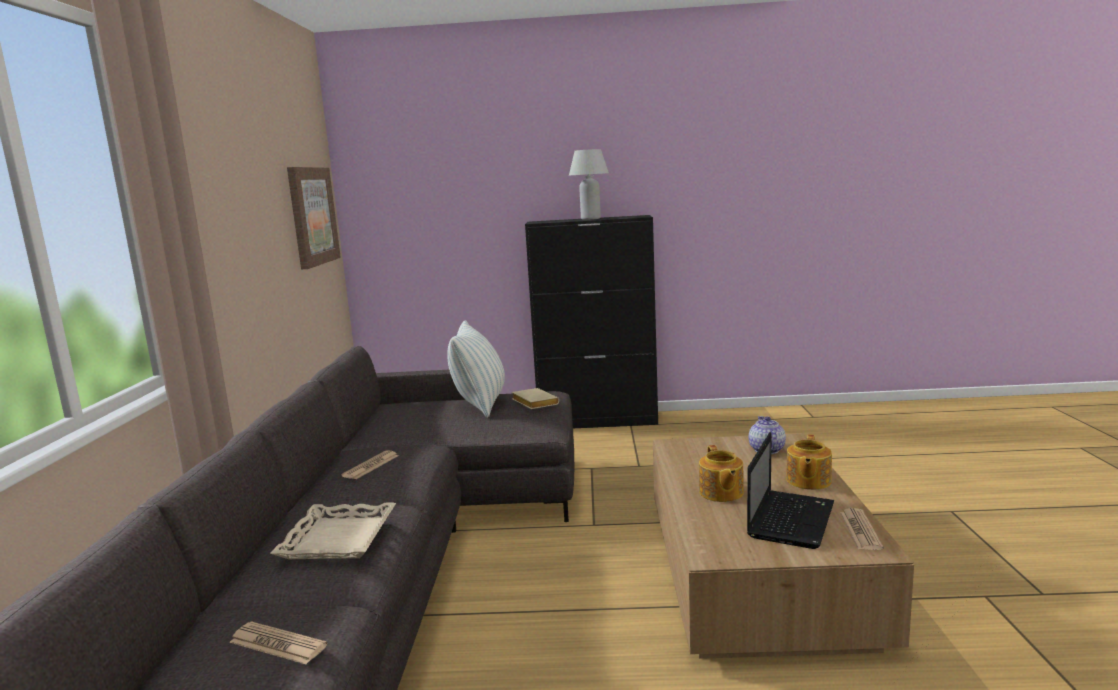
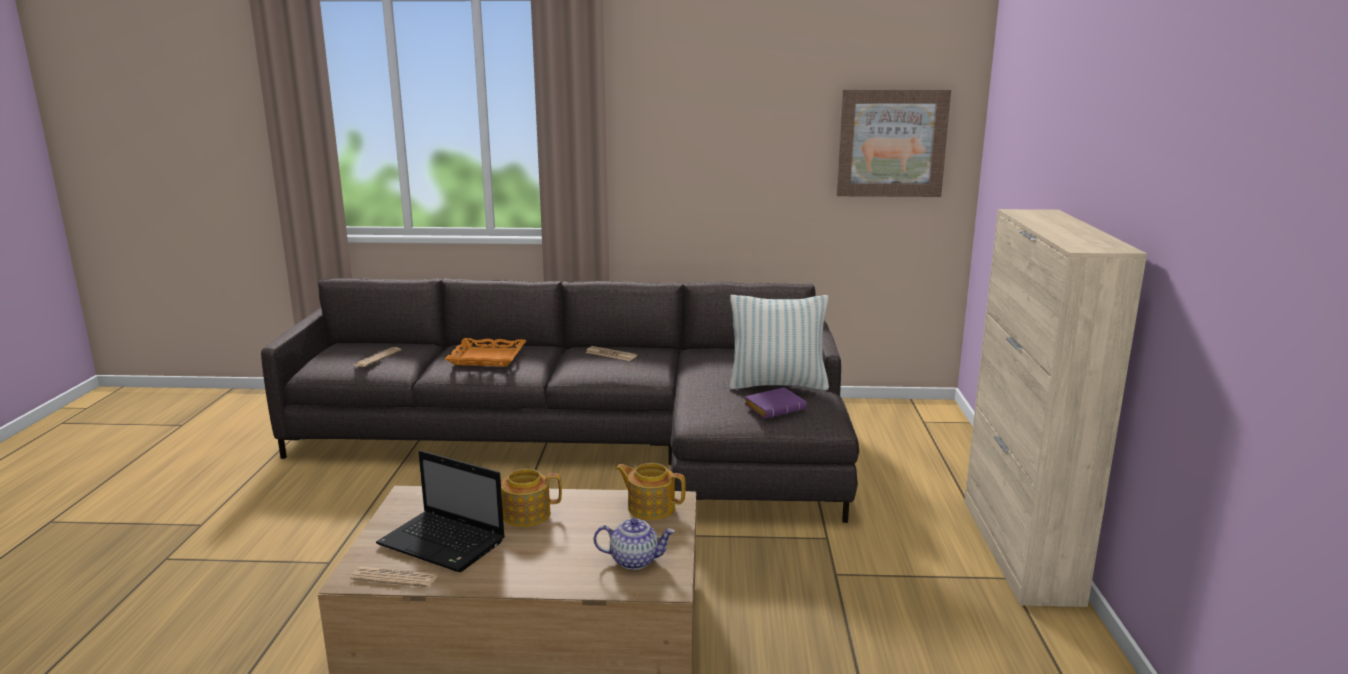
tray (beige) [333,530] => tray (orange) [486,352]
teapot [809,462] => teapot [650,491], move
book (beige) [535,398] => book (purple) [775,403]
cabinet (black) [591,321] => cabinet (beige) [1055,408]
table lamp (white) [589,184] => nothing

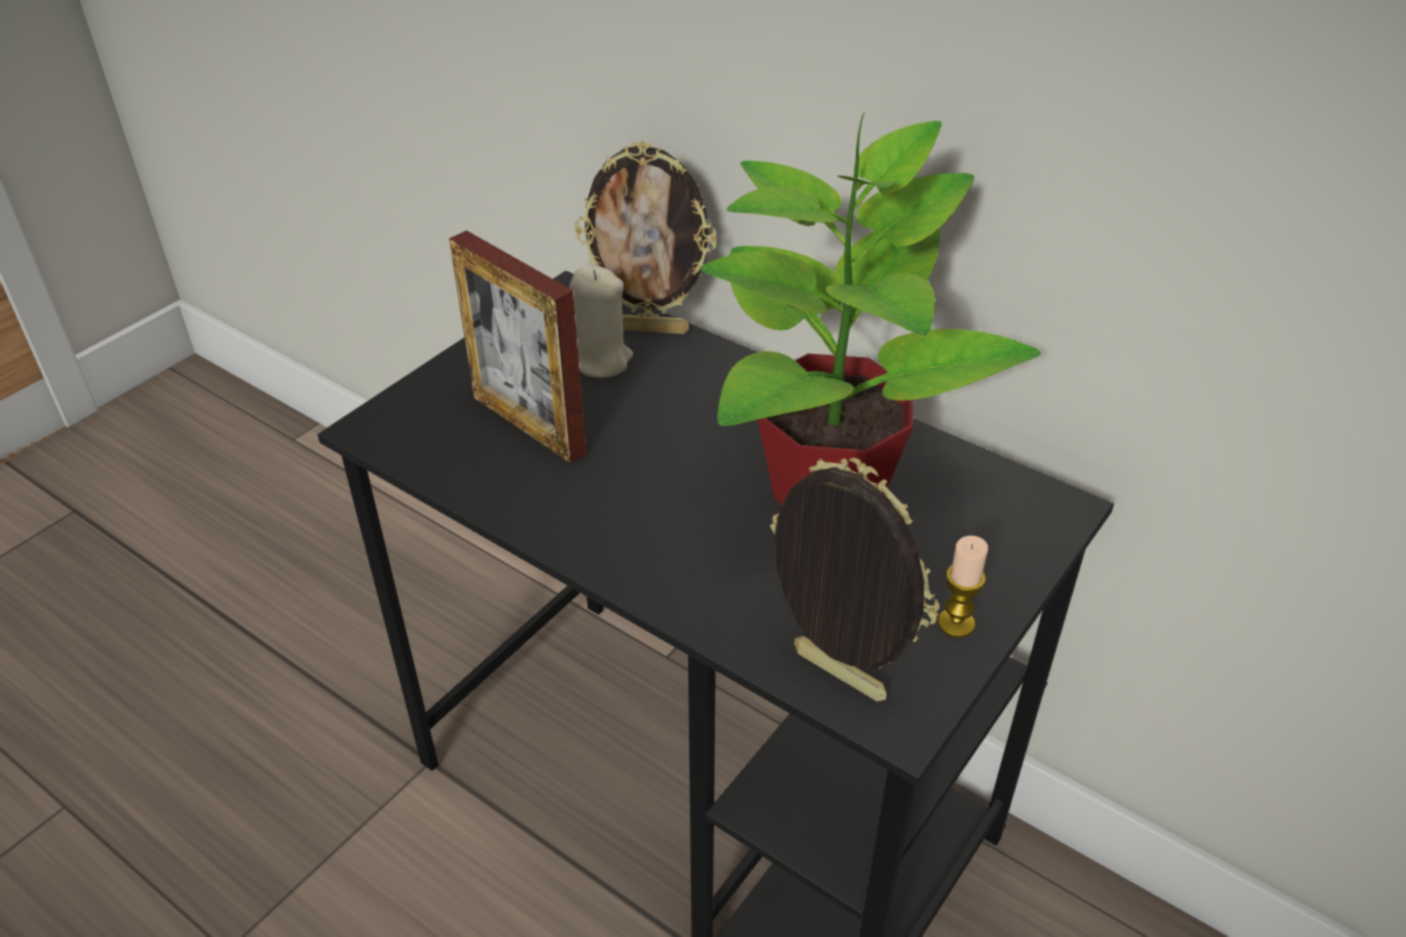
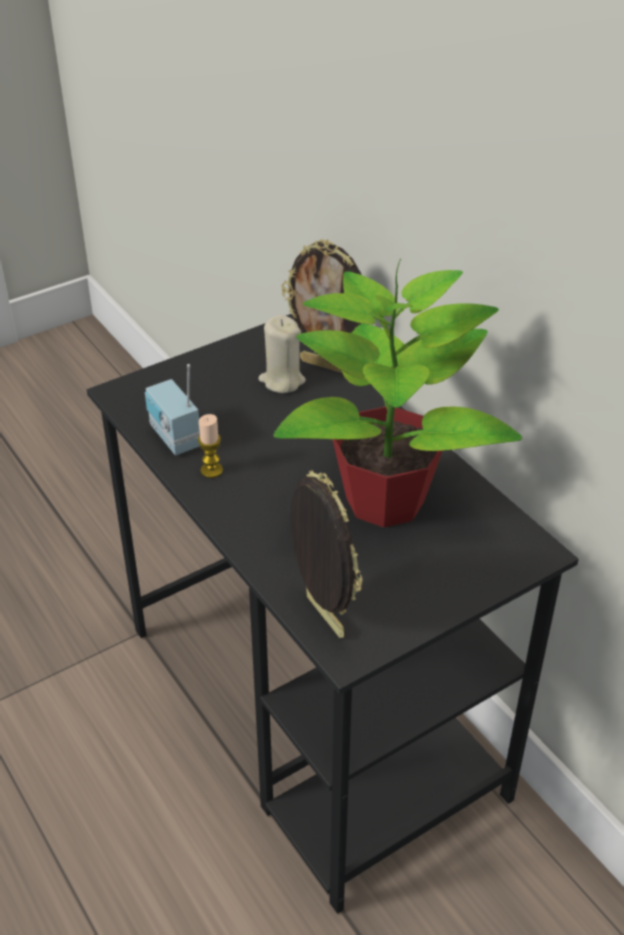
nothing => radio [172,409]
candle [963,587] => candle [210,446], move
picture frame [518,346] => nothing

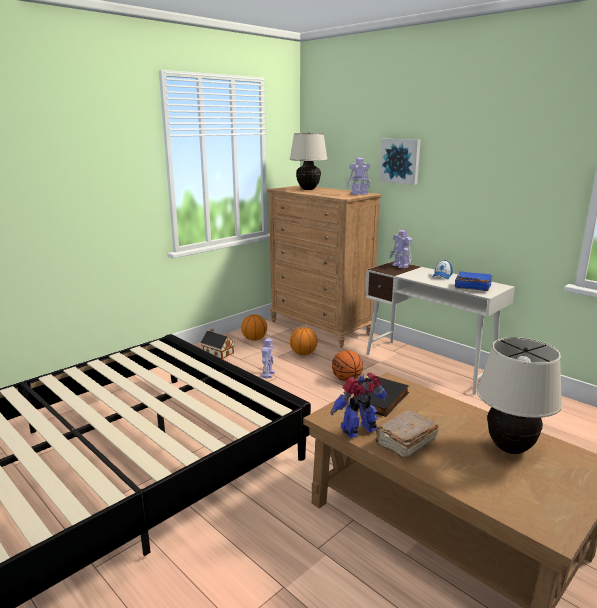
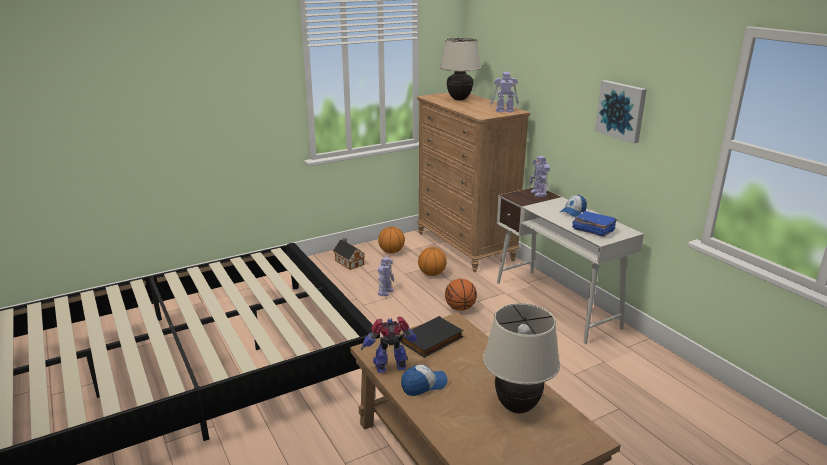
book (brown) [407,434] => cap [424,380]
picture [400,162] => picture [621,111], move

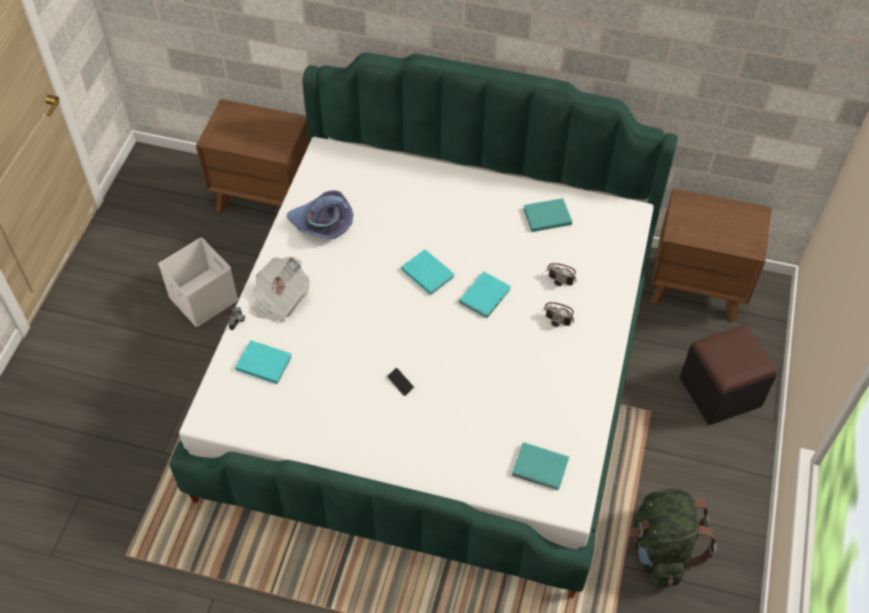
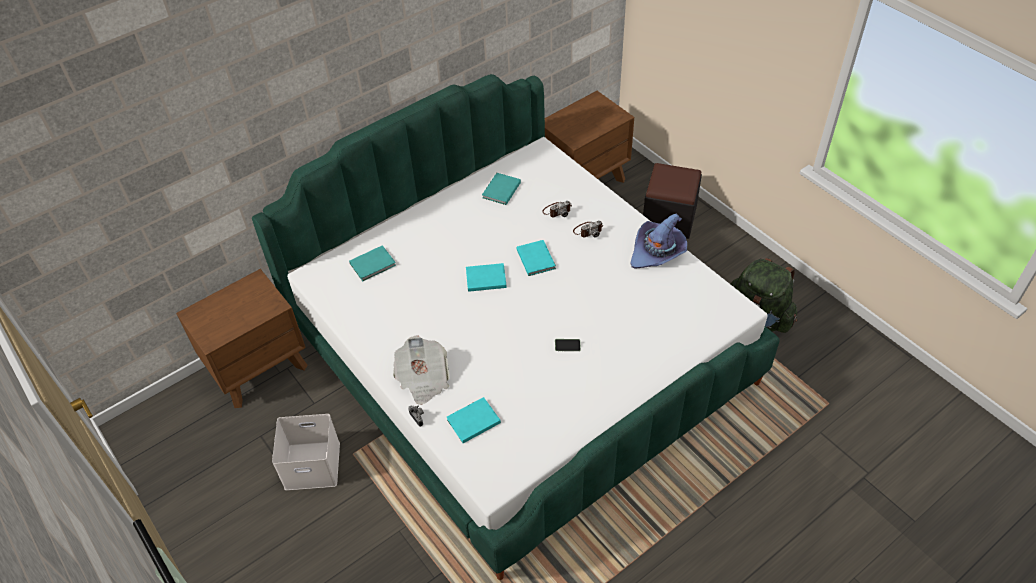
book (turquoise) [540,466] => book (turquoise) [372,263], move
hat (purple) [320,214] => hat (purple) [659,241], move

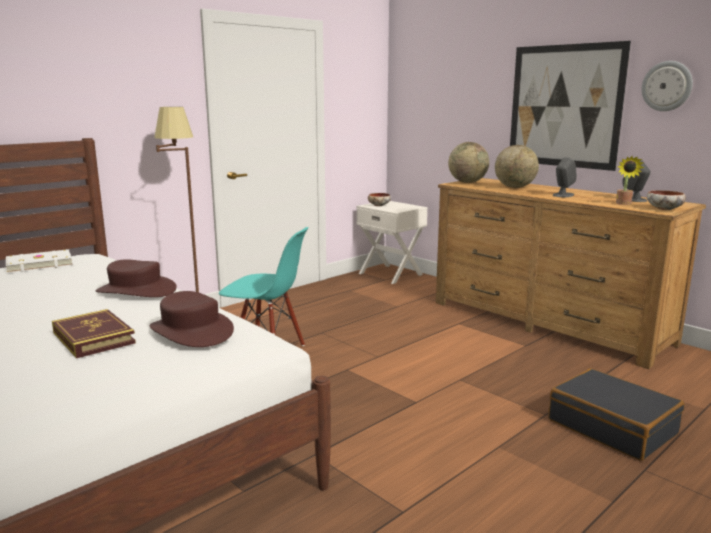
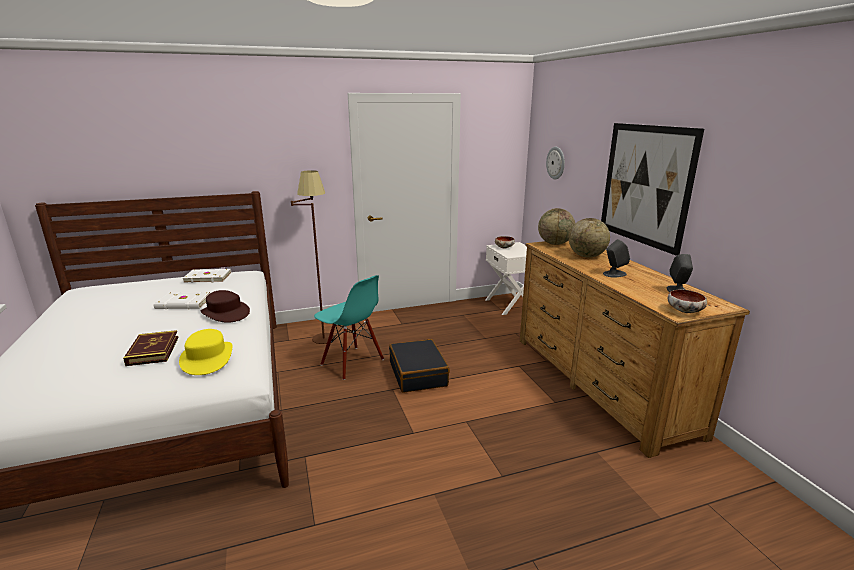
nothing => book (white) [182,300]
hat (brown) [192,319] => hat (yellow) [205,352]
suitcase (black) [616,414] => suitcase (black) [419,366], move
wall clock [667,86] => wall clock [555,163], move
potted plant [630,180] => nothing

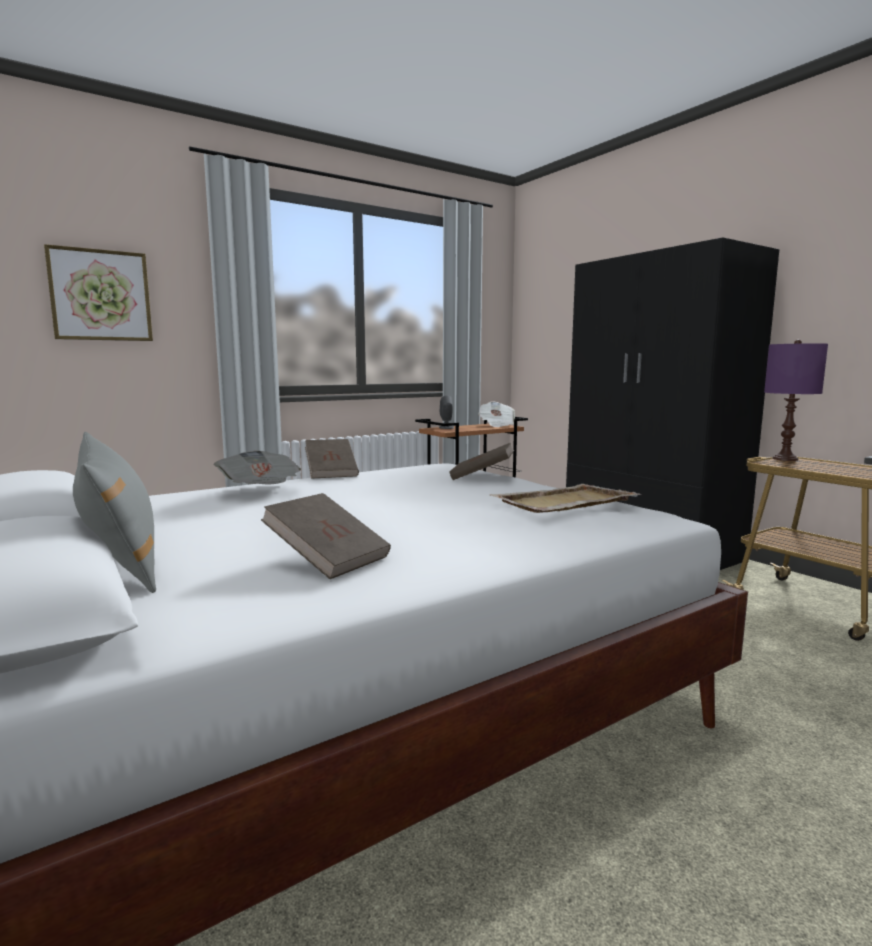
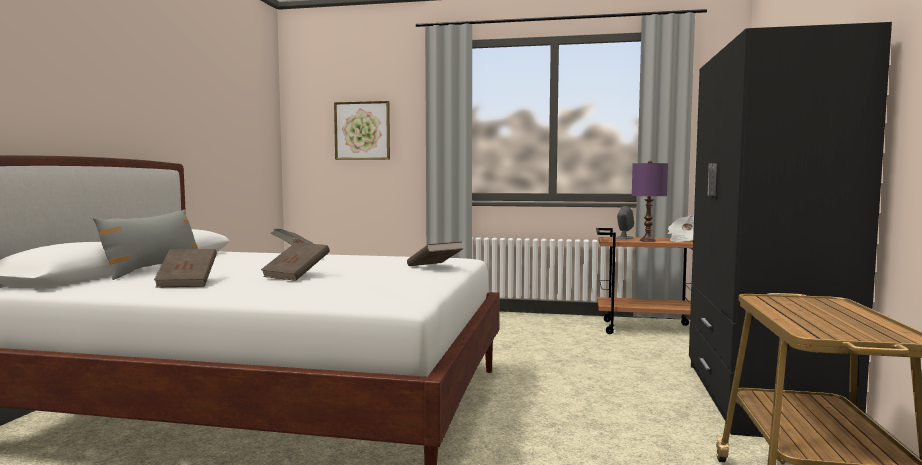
book (brown) [332,459] => book (brown) [295,261], move
table lamp (purple) [796,400] => table lamp (purple) [650,201], move
tray (beige) [566,498] => nothing

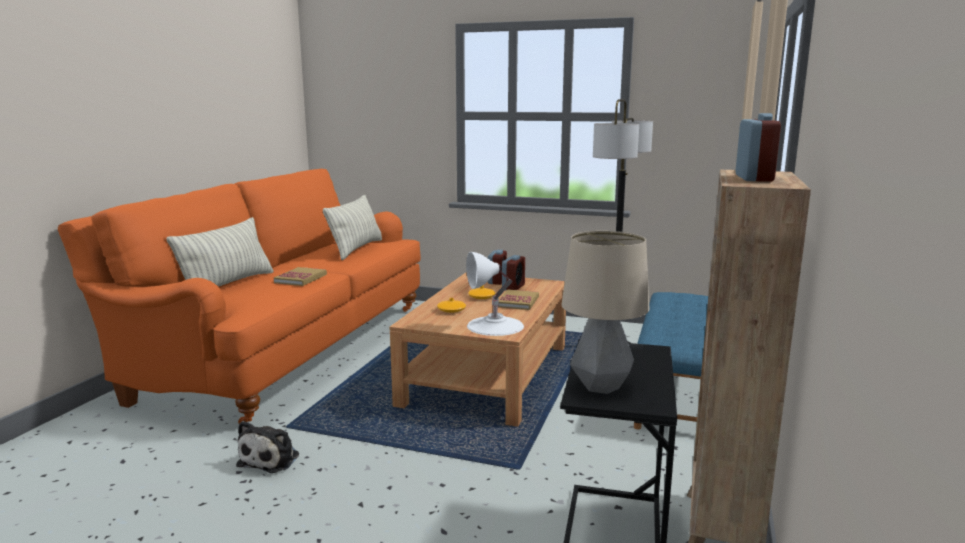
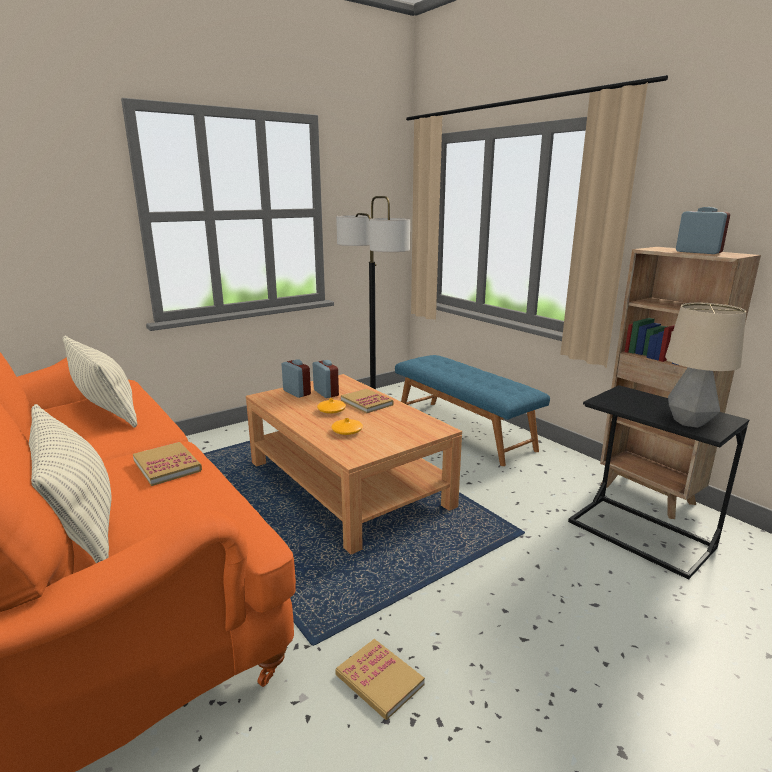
plush toy [267,447] => book [380,679]
table lamp (white) [495,294] => nothing

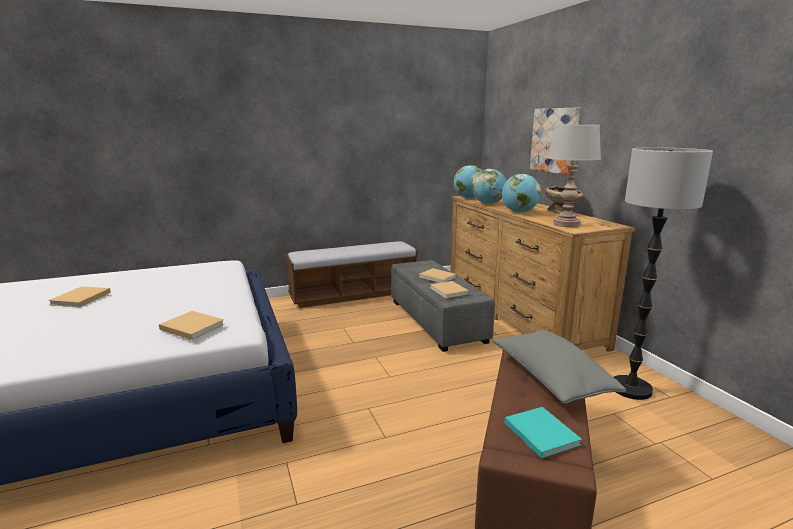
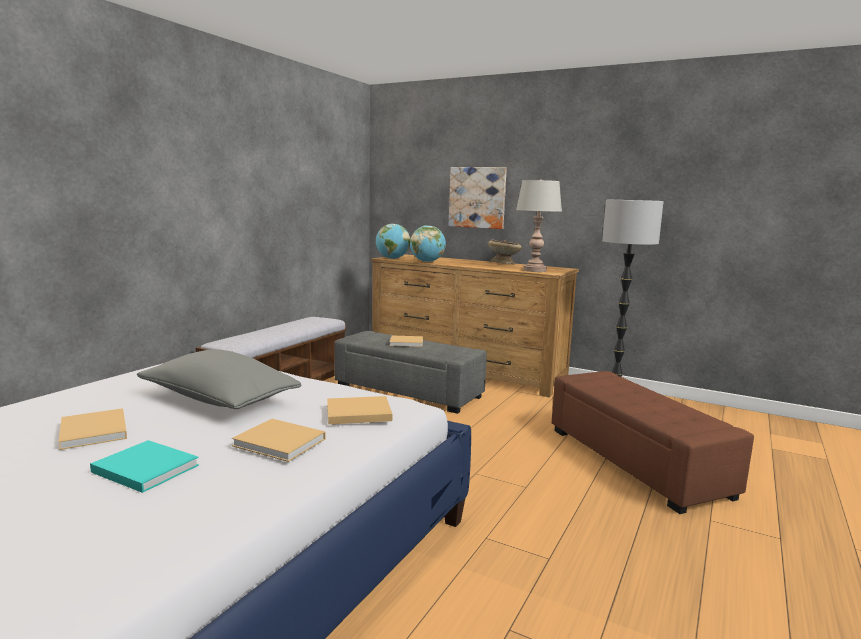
book (turquoise) [543,433] => book (turquoise) [144,466], move
pillow (grey) [559,367] => pillow (grey) [219,379], move
book (beige) [449,289] => book (beige) [279,440], move
globe [521,193] => nothing

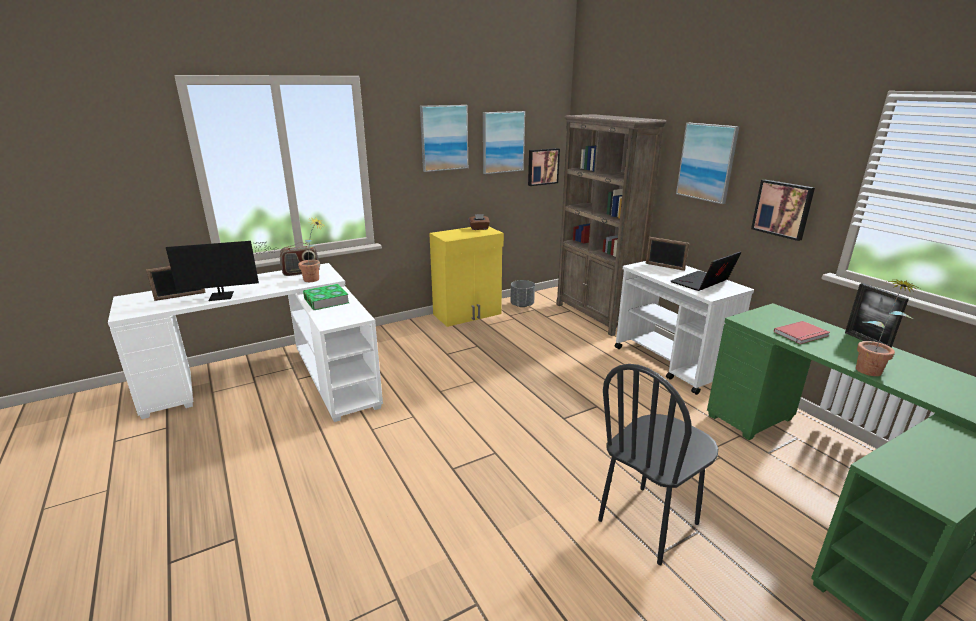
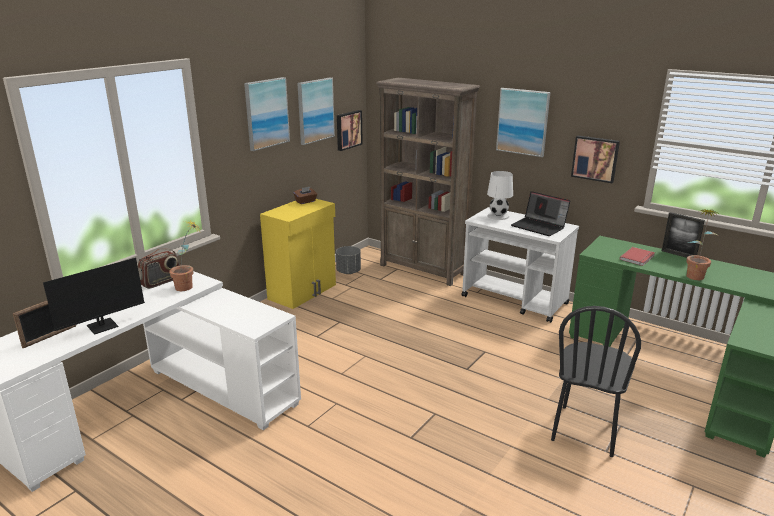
picture frame [667,254] => table lamp (white) [500,195]
laptop [706,271] => laptop [540,213], 75 degrees counterclockwise
book [326,297] => nothing

